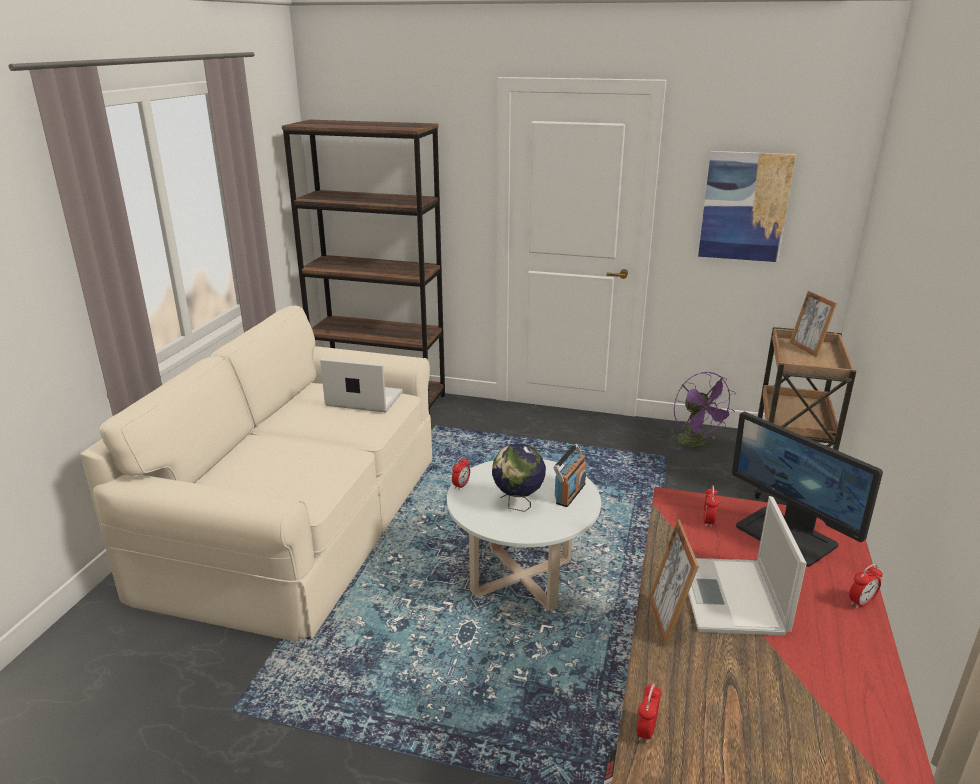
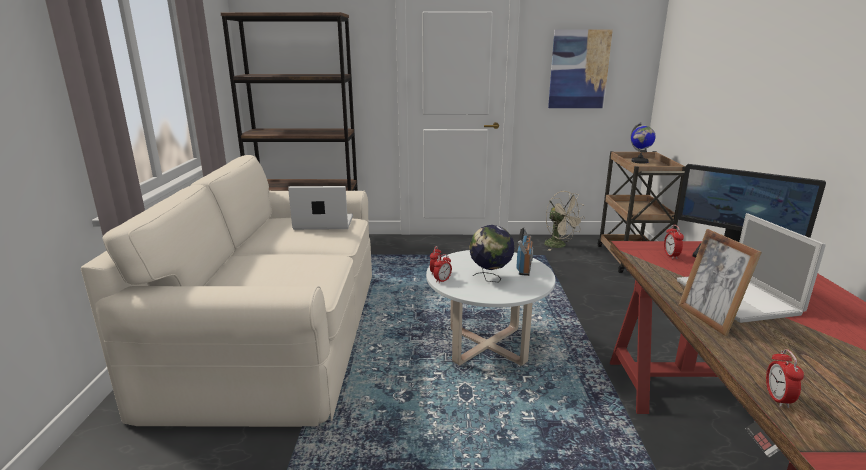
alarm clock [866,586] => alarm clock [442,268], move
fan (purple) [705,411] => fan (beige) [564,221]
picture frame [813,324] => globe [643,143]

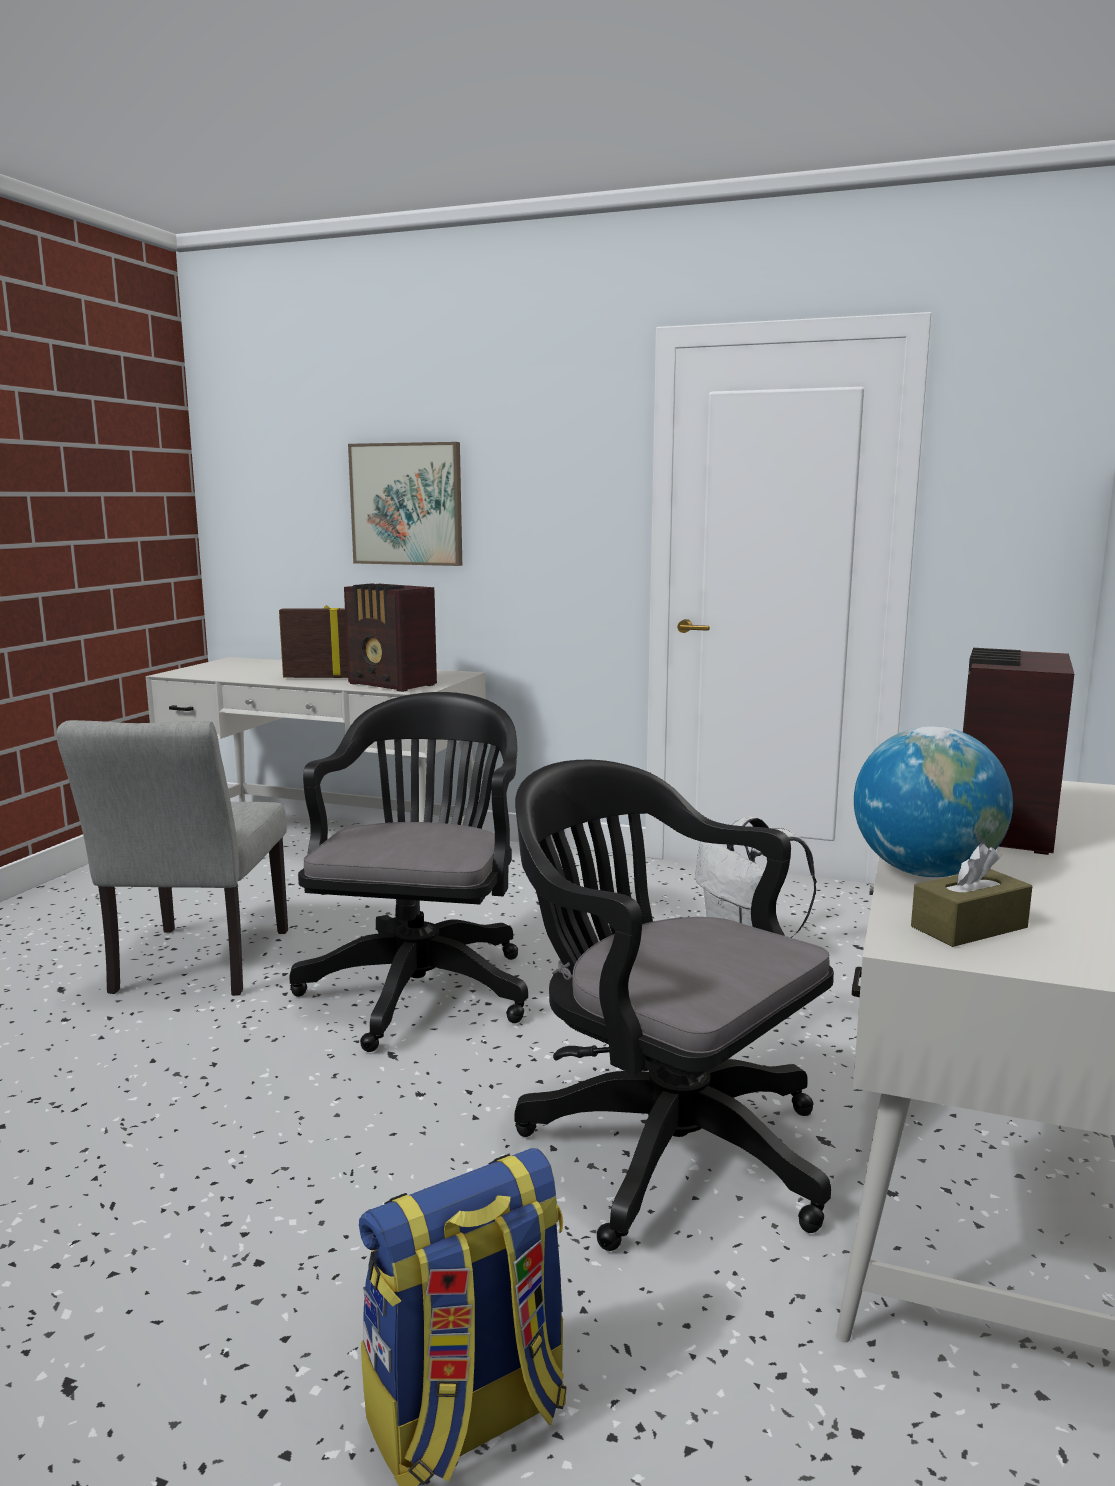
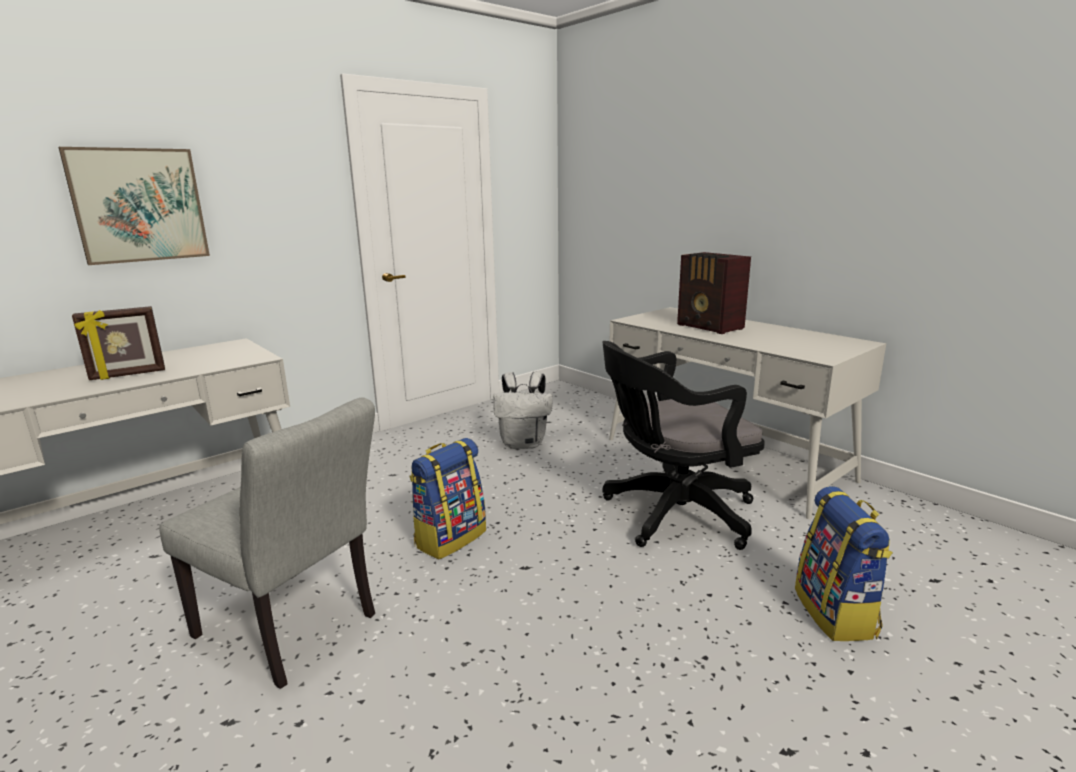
picture frame [313,641] => picture frame [118,343], 150 degrees counterclockwise
office chair (black) [409,872] => backpack [448,498]
radio [390,637] => nothing
globe [933,801] => nothing
tissue box (brown) [971,895] => nothing

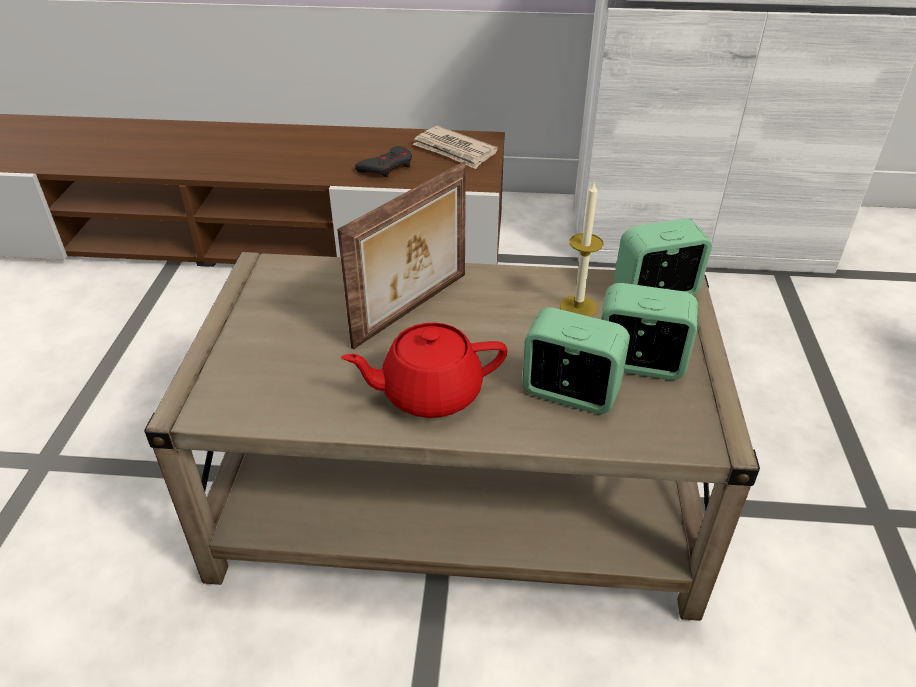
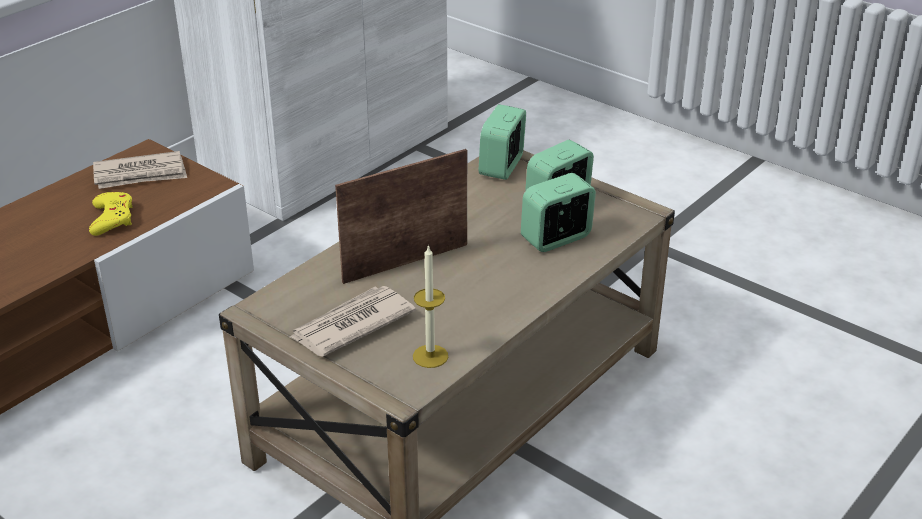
game controller (grey) [383,162] => game controller (yellow) [111,214]
nothing => newspaper [353,321]
picture frame [401,255] => picture frame [401,216], 105 degrees counterclockwise
candle [582,249] => candle [430,306], move
teapot (red) [424,370] => nothing

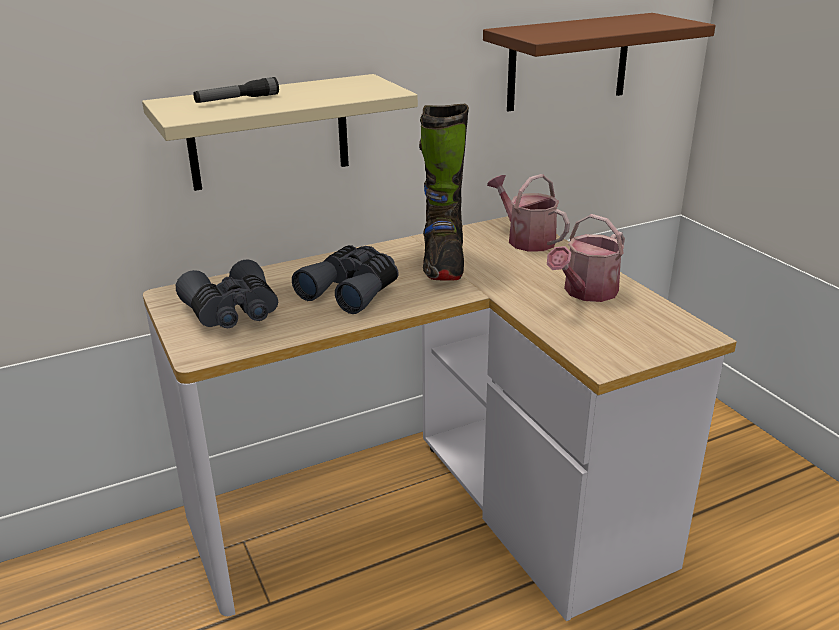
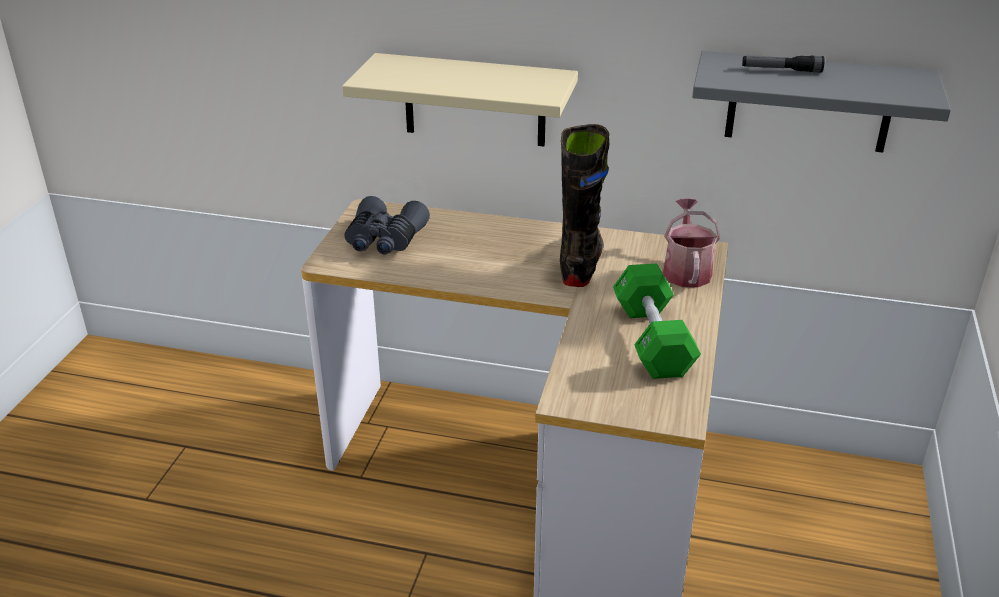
boot (black) [444,192] => boot (black) [584,205], 150 degrees clockwise
watering can [586,258] => dumbbell (green) [657,321]
shelf (brown) [599,62] => shelf (grey) [821,101]
flashlight [236,90] => flashlight [783,64], move
binoculars (grey) [345,279] => nothing

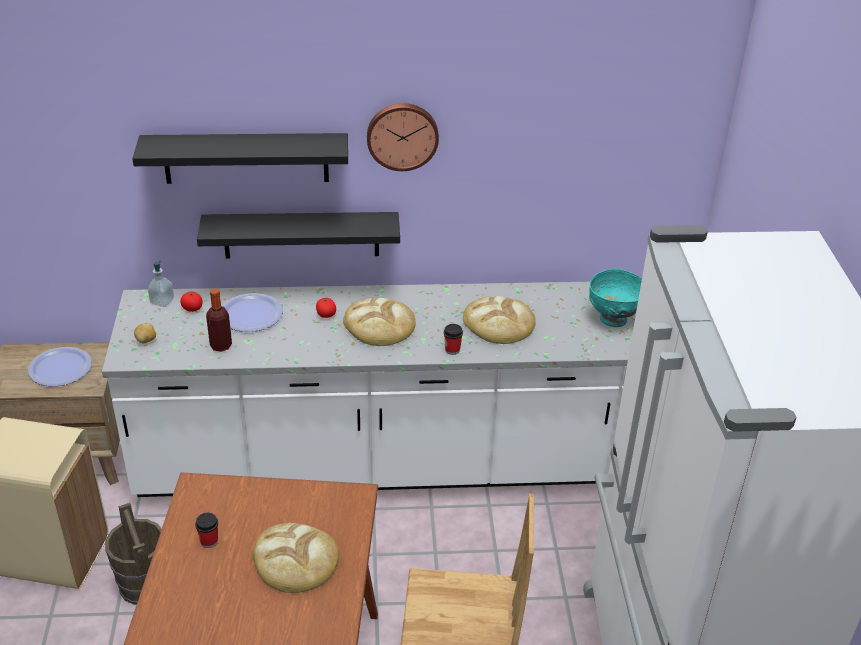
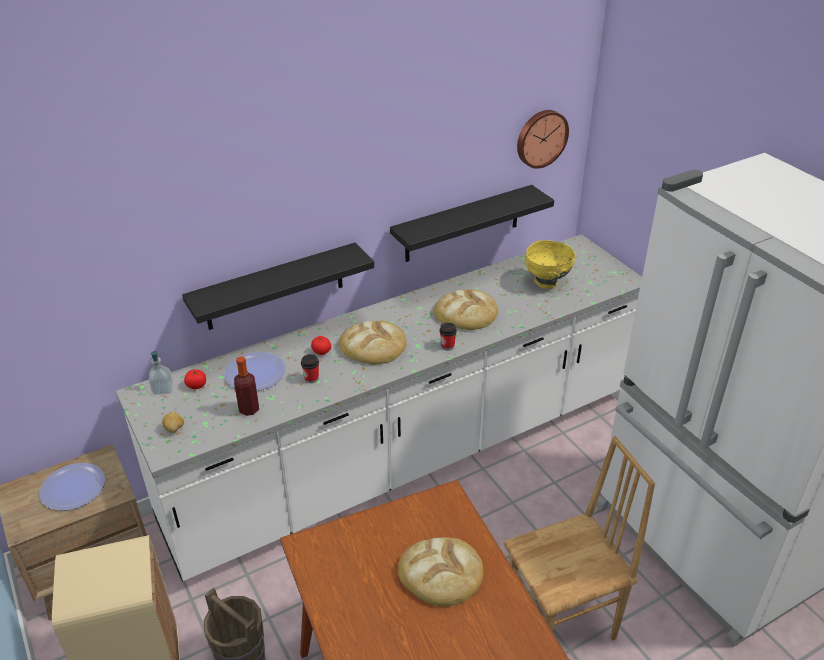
cup [206,530] => cup [310,368], move
shelf (black) [240,158] => shelf (black) [472,223], move
wall clock [403,137] => wall clock [543,139], move
bowl (turquoise) [615,298] => bowl (yellow) [550,264]

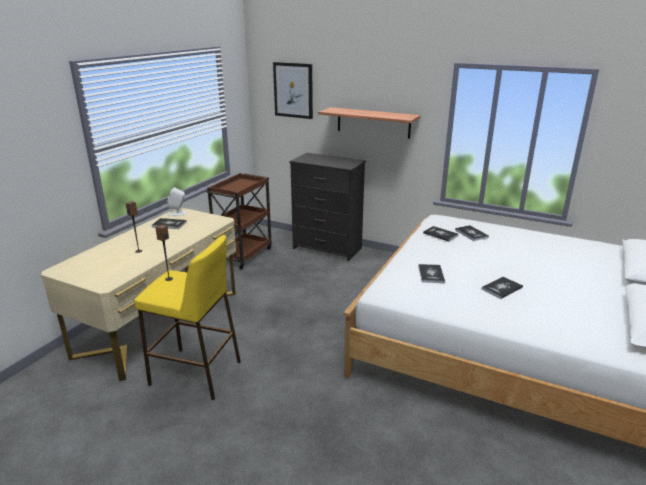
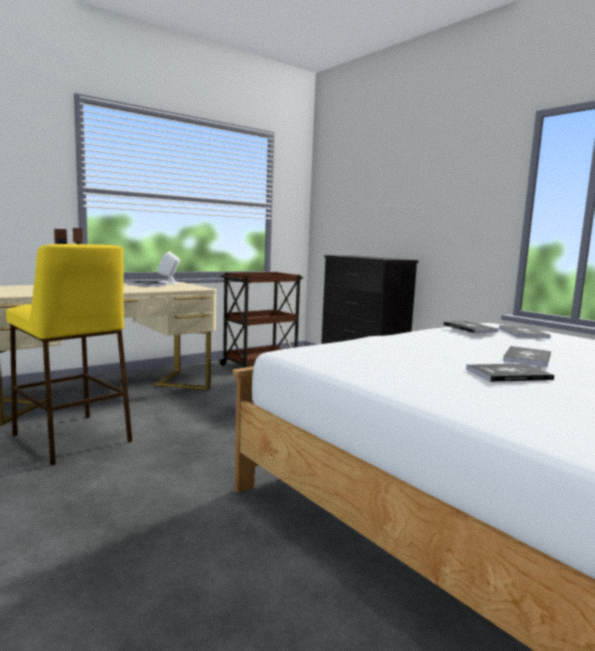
book [431,273] => book [527,356], move
picture [293,90] => nothing
shelf [369,123] => nothing

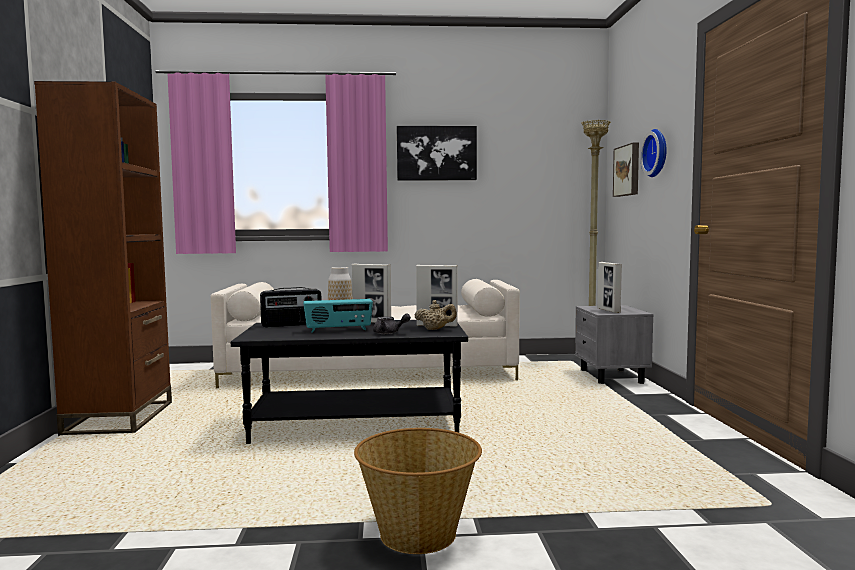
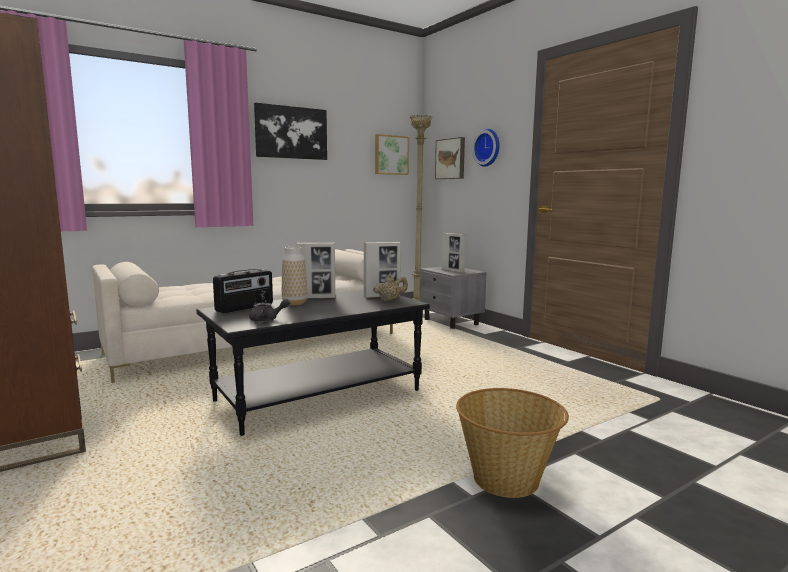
teapot (grey) [392,324] => teapot (grey) [269,310], move
nothing => picture [392,154]
radio [338,315] => nothing

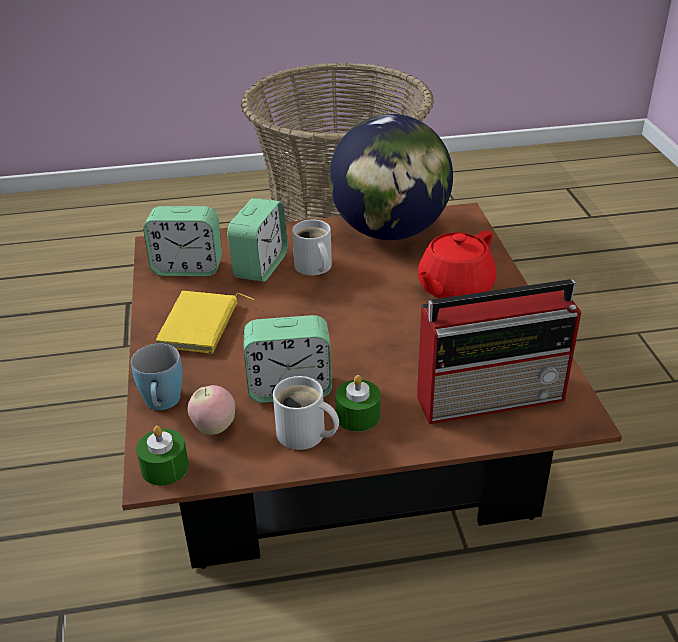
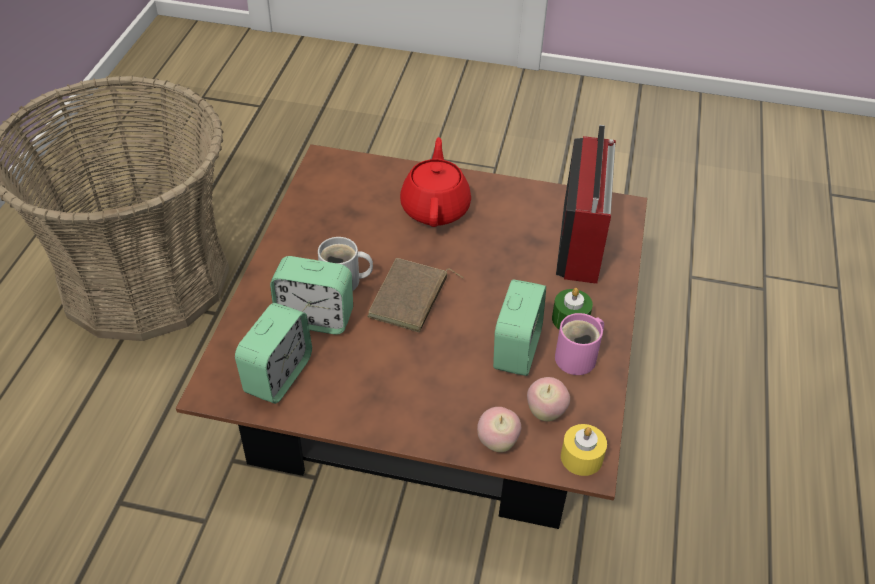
alarm clock [257,240] => alarm clock [311,295], 150 degrees clockwise
nothing => book (brown) [415,295]
teapot (red) [457,264] => teapot (red) [435,182], 150 degrees counterclockwise
mug (blue) [156,377] => apple [499,429]
mug (white) [306,413] => mug (pink) [579,344]
candle (green) [162,456] => candle (yellow) [584,450]
book (yellow) [205,322] => nothing
globe [391,177] => nothing

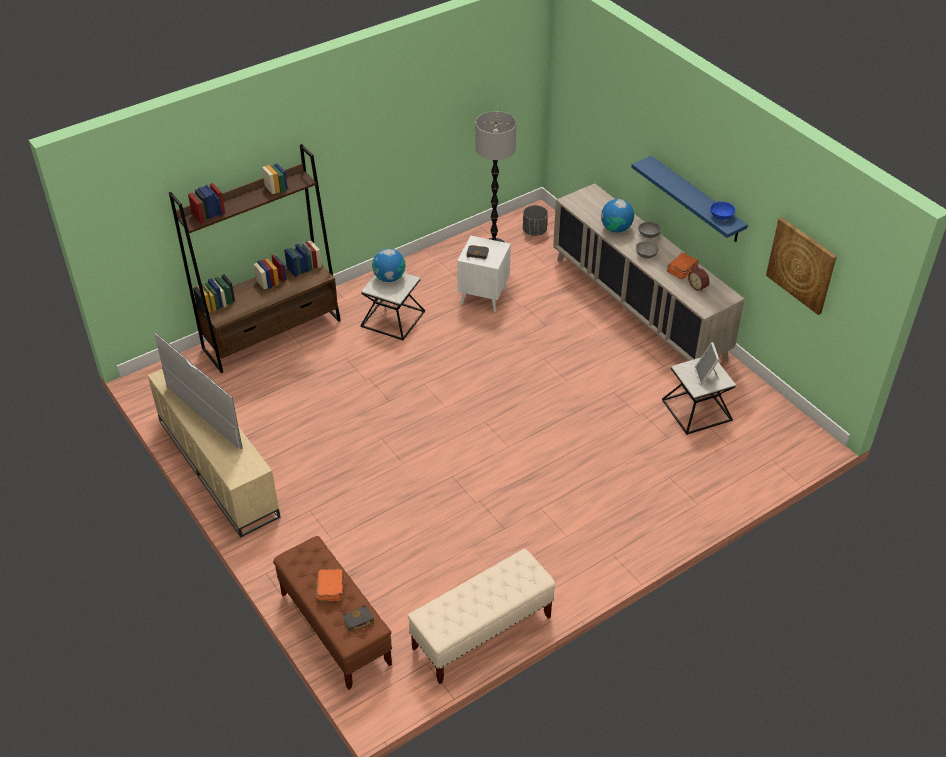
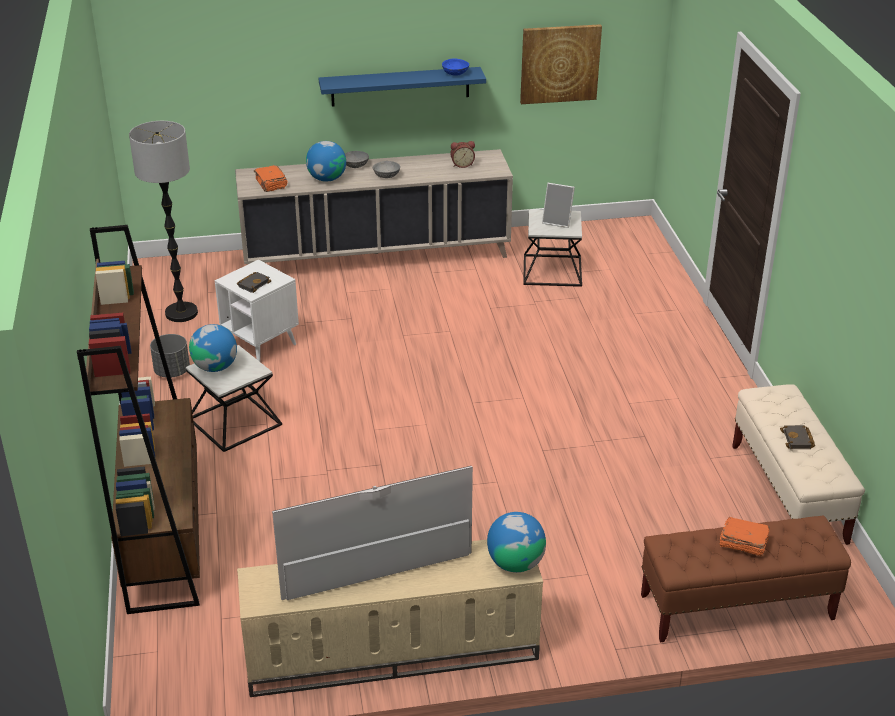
planter (grey) [535,220] => planter (grey) [170,356], move
book (orange) [683,265] => book (orange) [270,178], move
nothing => globe [516,542]
book (black) [358,618] => book (black) [797,437], move

